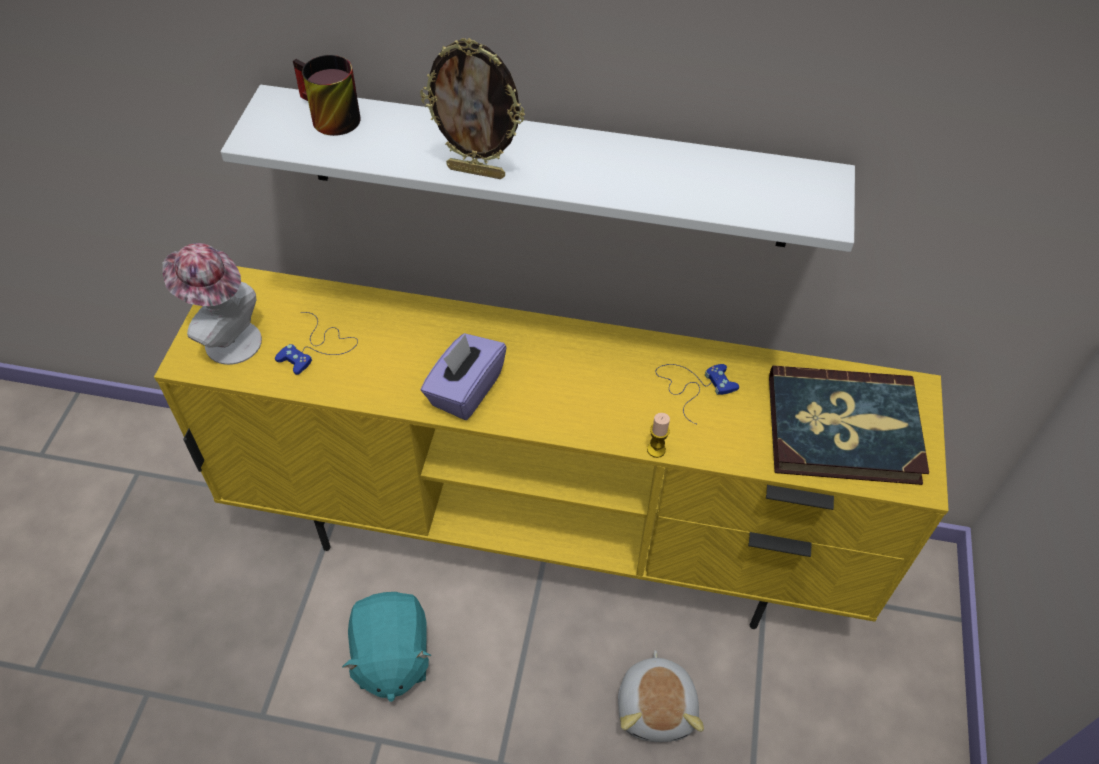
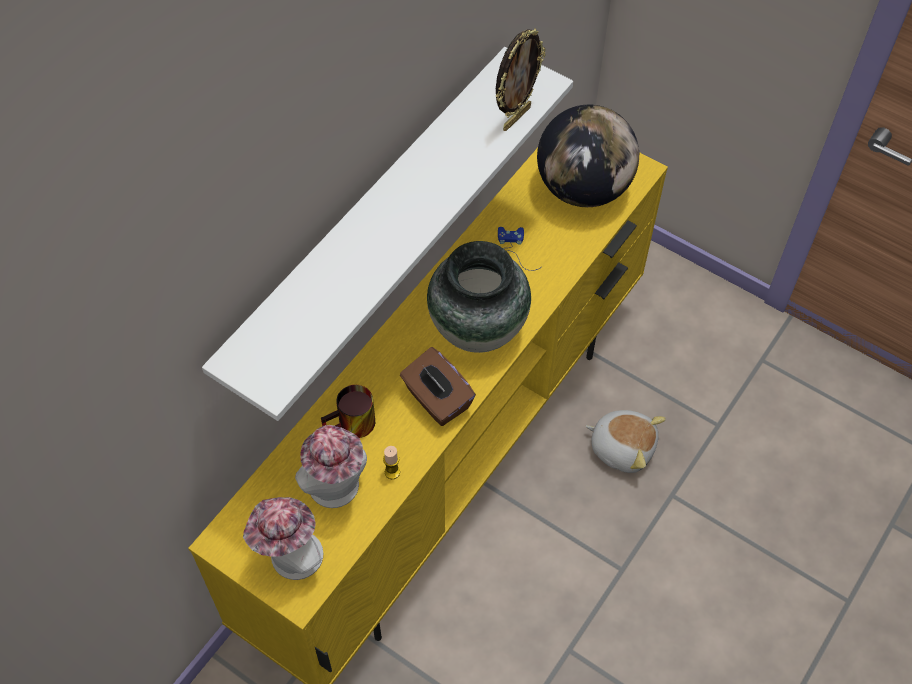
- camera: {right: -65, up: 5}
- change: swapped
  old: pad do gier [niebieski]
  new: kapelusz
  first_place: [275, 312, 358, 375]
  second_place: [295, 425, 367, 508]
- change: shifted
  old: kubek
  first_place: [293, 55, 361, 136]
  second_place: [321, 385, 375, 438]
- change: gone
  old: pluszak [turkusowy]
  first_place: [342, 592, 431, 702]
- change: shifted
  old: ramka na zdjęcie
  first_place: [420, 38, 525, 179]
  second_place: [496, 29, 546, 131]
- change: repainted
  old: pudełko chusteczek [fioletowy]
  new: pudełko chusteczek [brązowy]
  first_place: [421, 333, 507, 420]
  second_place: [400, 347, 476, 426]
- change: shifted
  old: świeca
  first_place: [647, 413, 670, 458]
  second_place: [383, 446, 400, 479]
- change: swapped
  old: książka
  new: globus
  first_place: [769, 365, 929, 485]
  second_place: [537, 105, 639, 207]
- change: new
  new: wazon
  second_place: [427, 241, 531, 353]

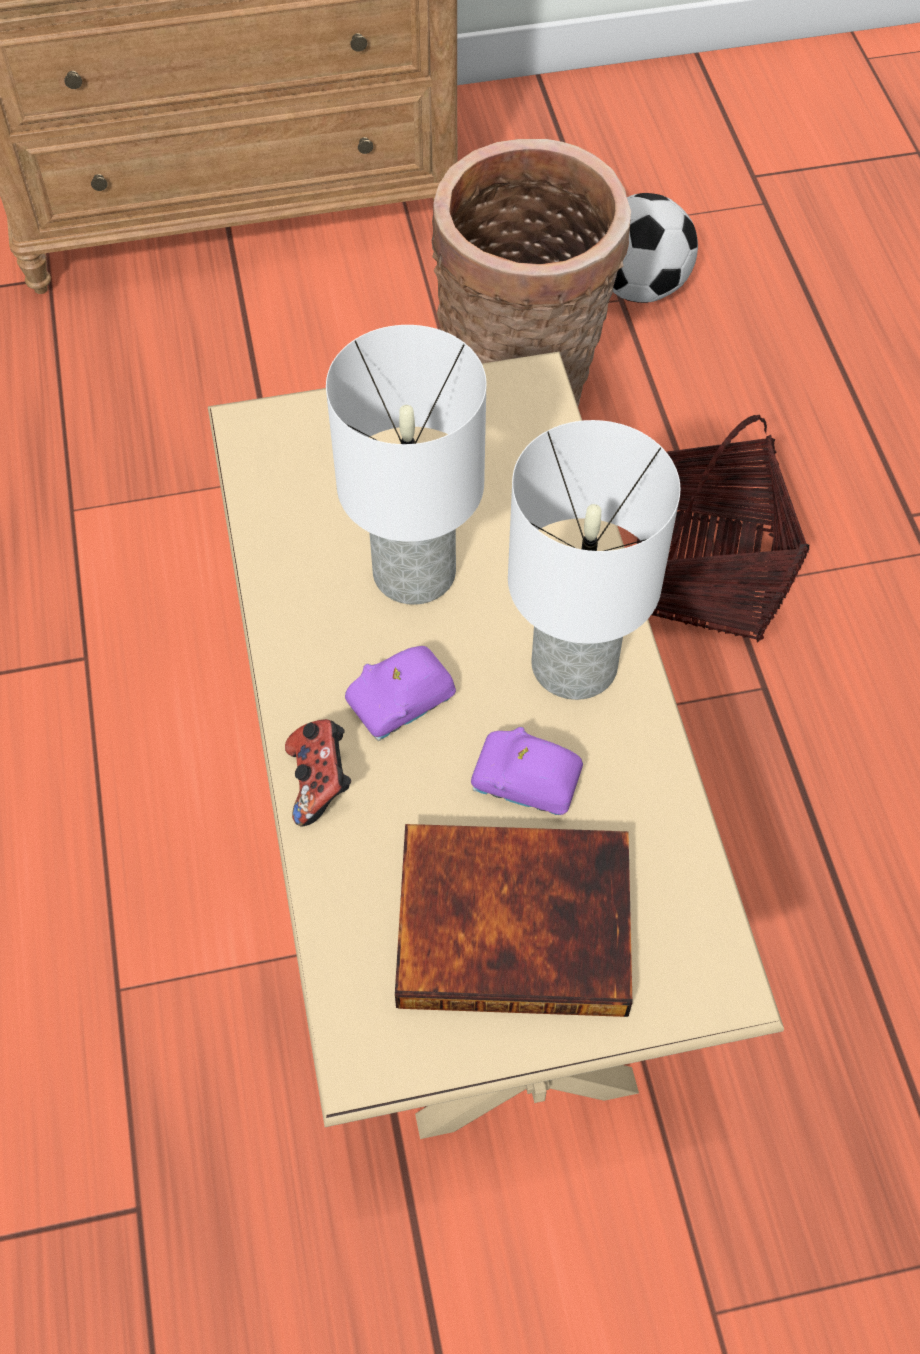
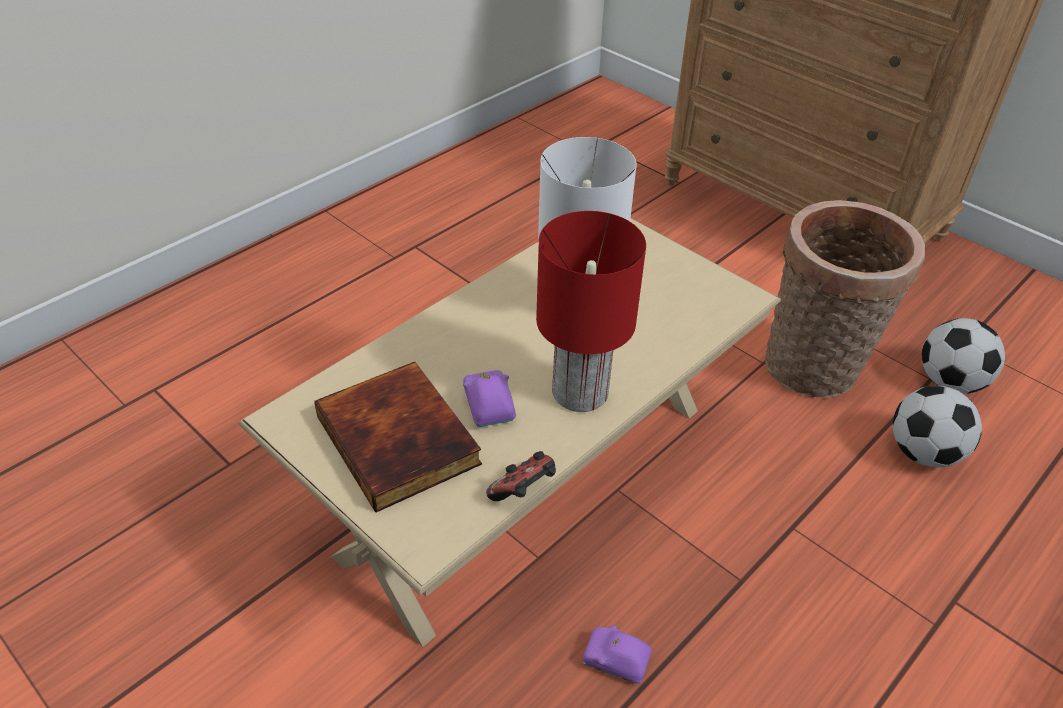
- camera: {right: 55, up: -15}
- change: shifted
  old: pad do gier
  first_place: [285, 719, 351, 826]
  second_place: [486, 451, 556, 501]
- change: shifted
  old: samochodzik [fioletowy]
  first_place: [345, 646, 456, 741]
  second_place: [583, 625, 652, 683]
- change: repainted
  old: lampa stołowa [biały]
  new: lampa stołowa [czerwony]
  first_place: [508, 420, 680, 700]
  second_place: [536, 211, 646, 412]
- change: gone
  old: koszyk
  first_place: [637, 415, 809, 642]
- change: new
  new: piłka futbolowa
  second_place: [893, 386, 982, 468]

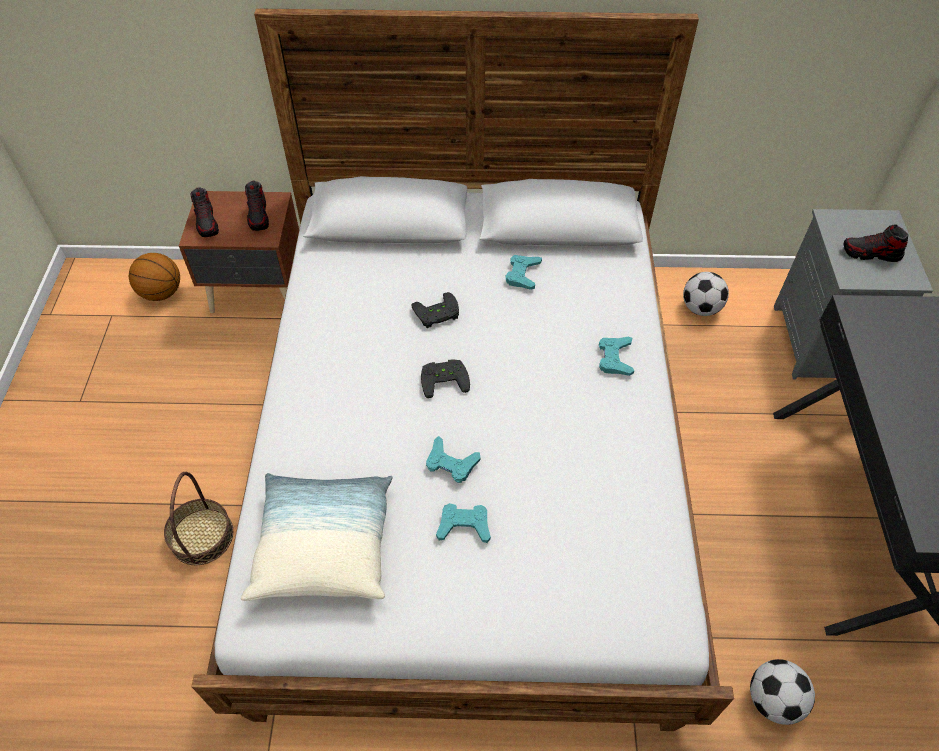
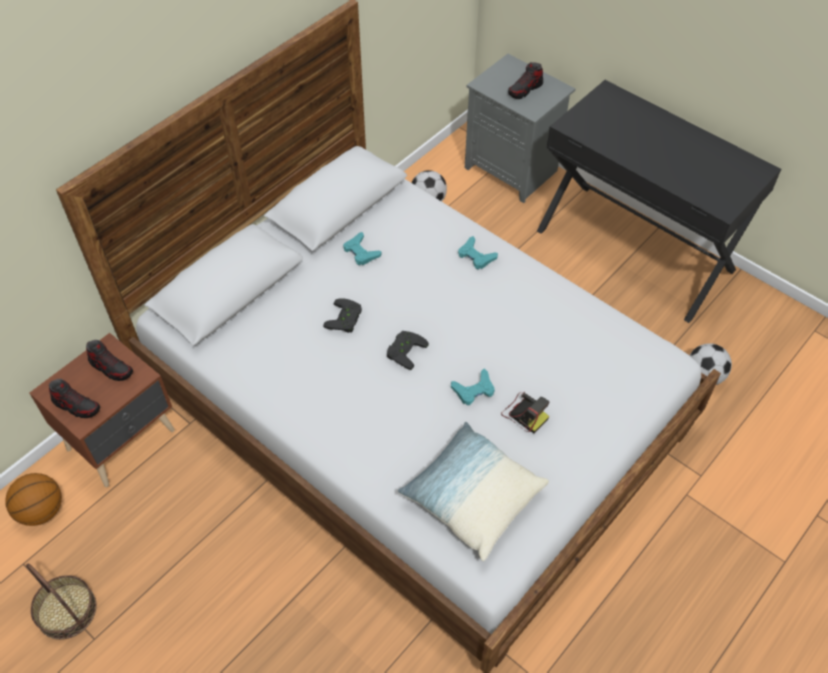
- camera: {right: -50, up: 0}
- change: shifted
  old: koszyk
  first_place: [164, 472, 233, 565]
  second_place: [26, 564, 96, 640]
- change: swapped
  old: pad do gier [turkusowy]
  new: aparat fotograficzny
  first_place: [436, 503, 491, 543]
  second_place: [501, 392, 550, 433]

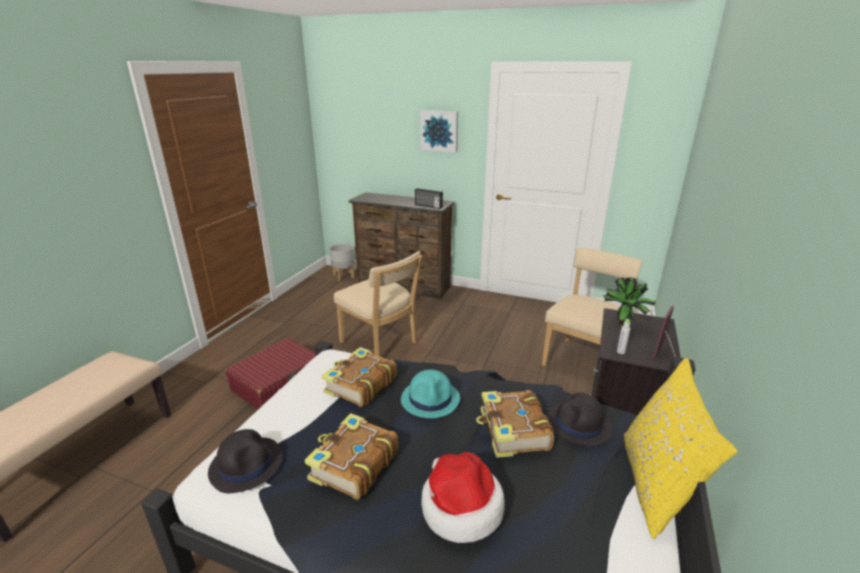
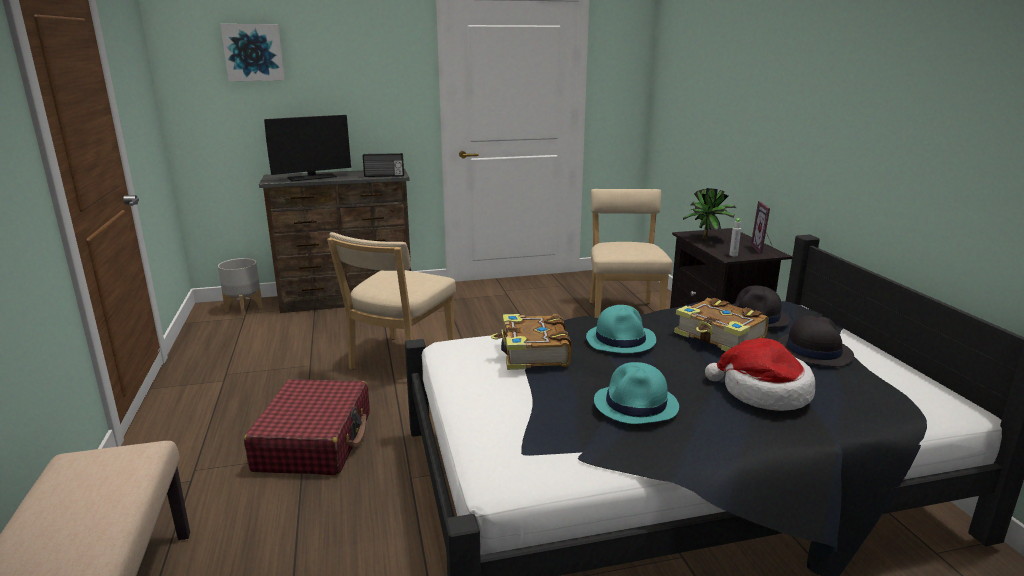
- camera: {right: -35, up: -5}
- change: shifted
  old: kapelusz [czarny]
  first_place: [208, 429, 282, 493]
  second_place: [777, 315, 854, 367]
- change: swapped
  old: książka
  new: kapelusz [turkusowy]
  first_place: [305, 413, 398, 500]
  second_place: [594, 362, 679, 424]
- change: rotated
  old: krzesło [beżowy]
  first_place: [334, 251, 422, 356]
  second_place: [327, 232, 456, 370]
  degrees: 105
- change: shifted
  old: obraz
  first_place: [420, 110, 458, 152]
  second_place: [220, 24, 285, 81]
- change: gone
  old: poduszka [żółty]
  first_place: [624, 358, 737, 539]
- change: new
  new: monitor
  second_place: [264, 115, 351, 182]

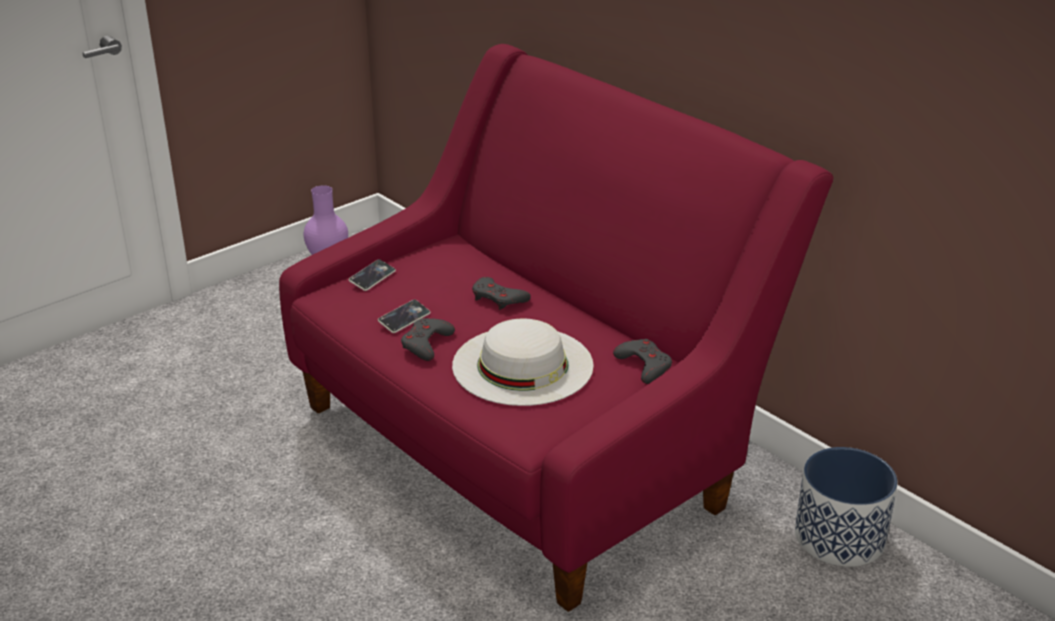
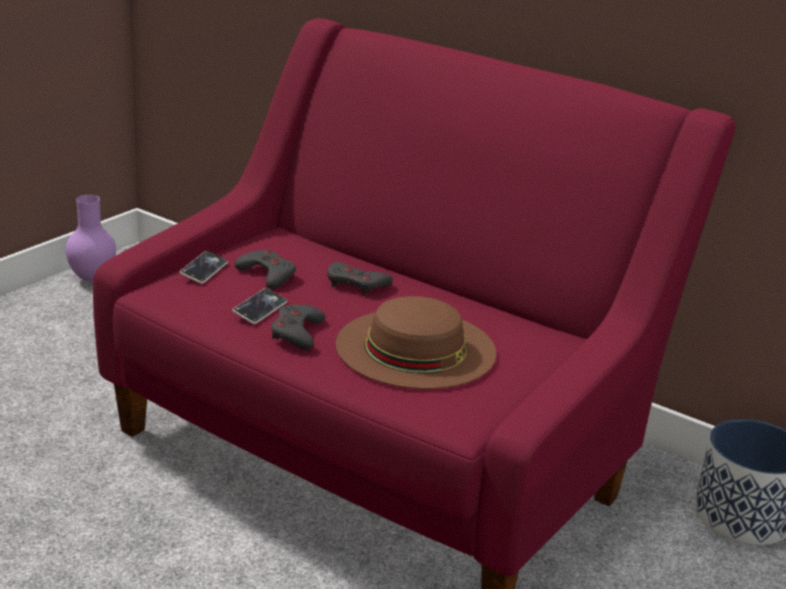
- camera: {right: -15, up: -5}
- change: repainted
  old: kapelusz [biały]
  new: kapelusz [brązowy]
  first_place: [452, 319, 594, 406]
  second_place: [336, 296, 496, 389]
- change: shifted
  old: pad do gier [szary]
  first_place: [613, 339, 672, 384]
  second_place: [234, 249, 296, 289]

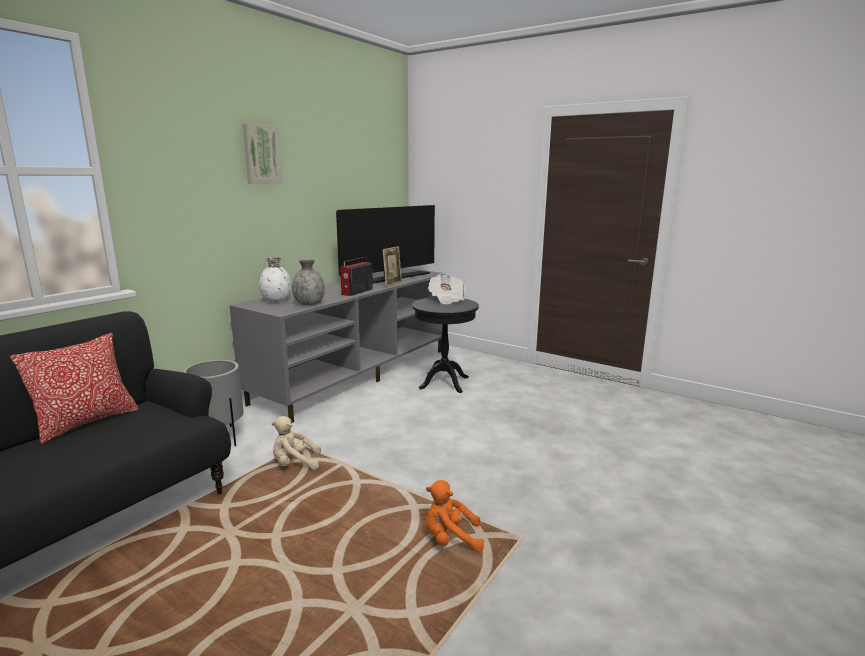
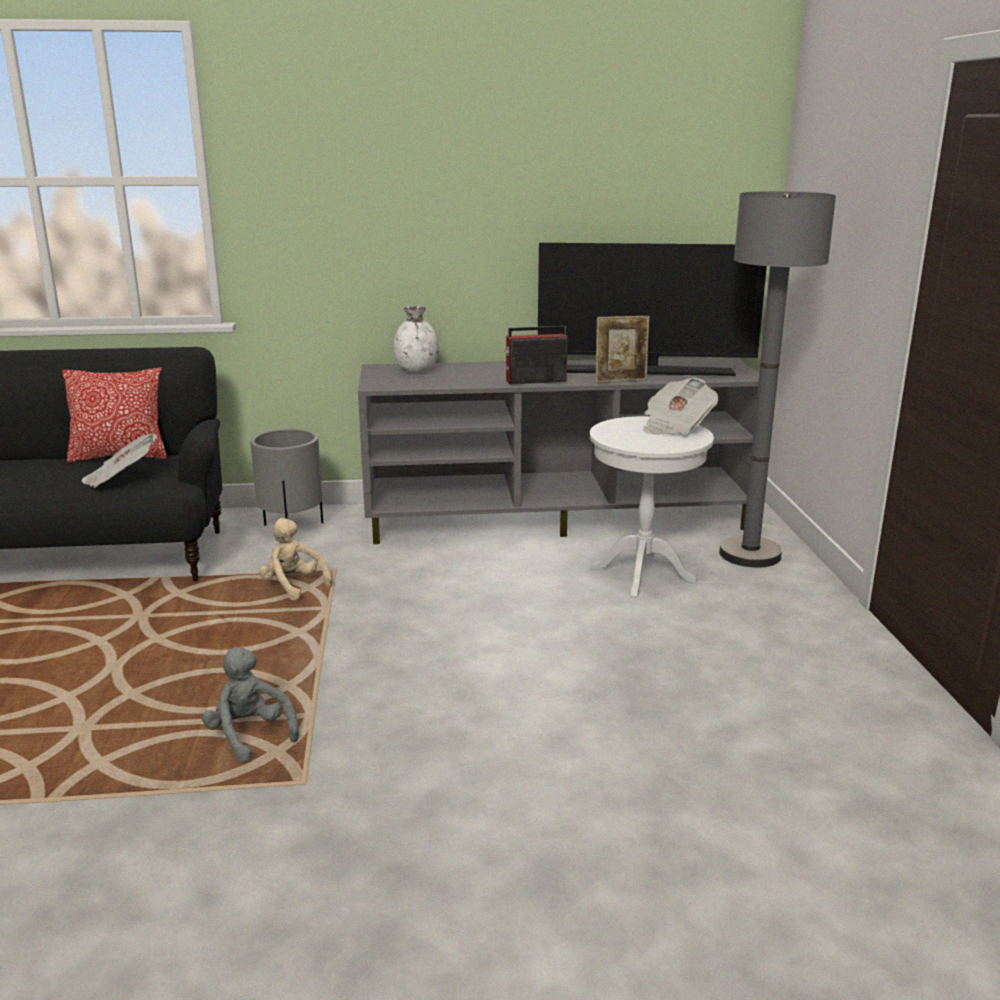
- camera: {right: 50, up: 5}
- change: gone
  old: obraz
  first_place: [243, 123, 282, 184]
- change: gone
  old: wazon [szary]
  first_place: [292, 259, 325, 305]
- change: repainted
  old: stolik [czarny]
  new: stolik [biały]
  first_place: [412, 297, 479, 393]
  second_place: [590, 416, 714, 598]
- change: repainted
  old: pluszak [pomarańczowy]
  new: pluszak [szary]
  first_place: [426, 480, 484, 552]
  second_place: [202, 647, 299, 763]
- change: new
  new: gazeta
  second_place: [82, 434, 157, 488]
- change: new
  new: lampa stojąca [szary]
  second_place: [719, 191, 836, 567]

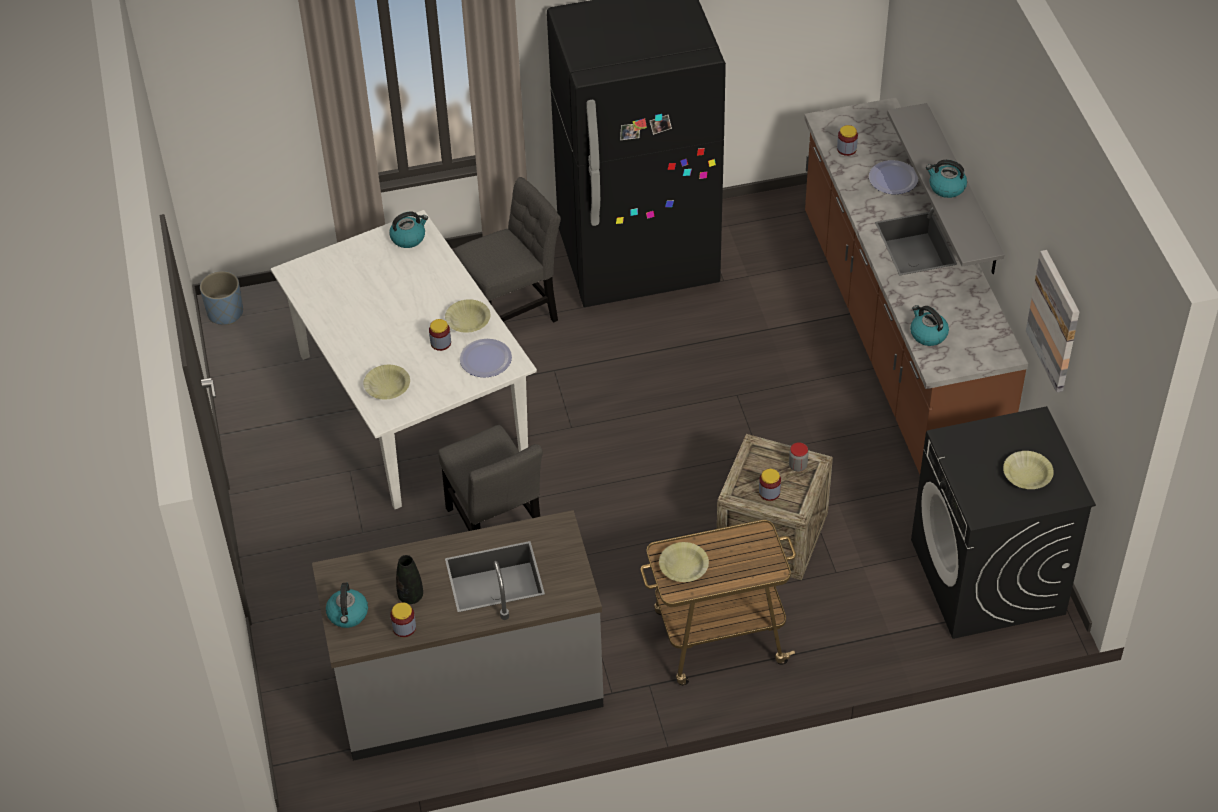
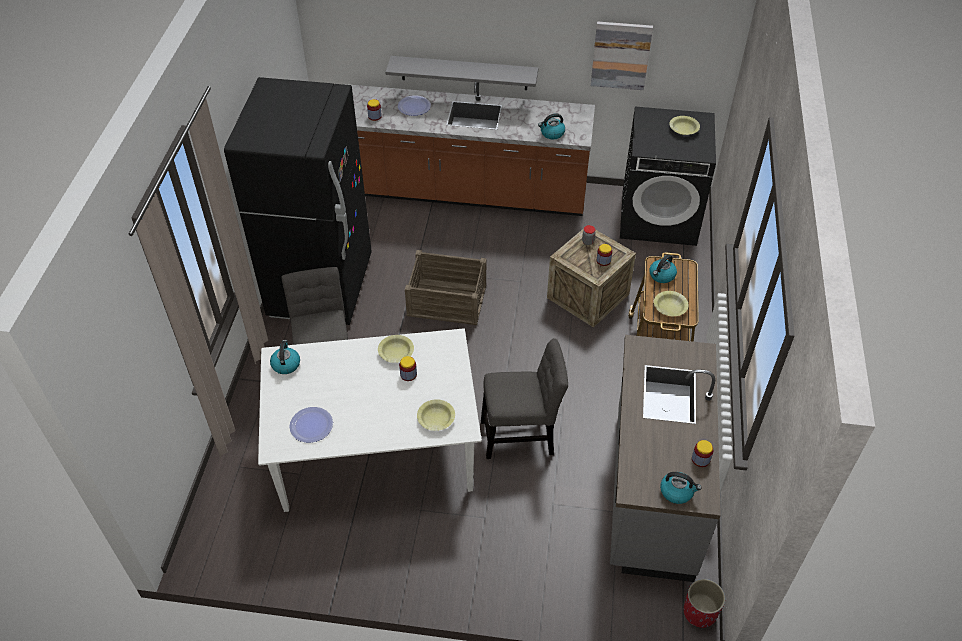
- camera: {right: -70, up: 0}
- change: gone
  old: donica [niebieski]
  first_place: [200, 271, 243, 325]
- change: gone
  old: wazon [czarny]
  first_place: [396, 555, 423, 604]
- change: shifted
  old: talerz
  first_place: [460, 339, 512, 378]
  second_place: [290, 407, 333, 443]
- change: shifted
  old: czajnik
  first_place: [926, 160, 967, 198]
  second_place: [649, 254, 677, 283]
- change: new
  new: skrzynka
  second_place: [405, 250, 486, 325]
- change: new
  new: donica [czerwony]
  second_place: [684, 579, 725, 628]

